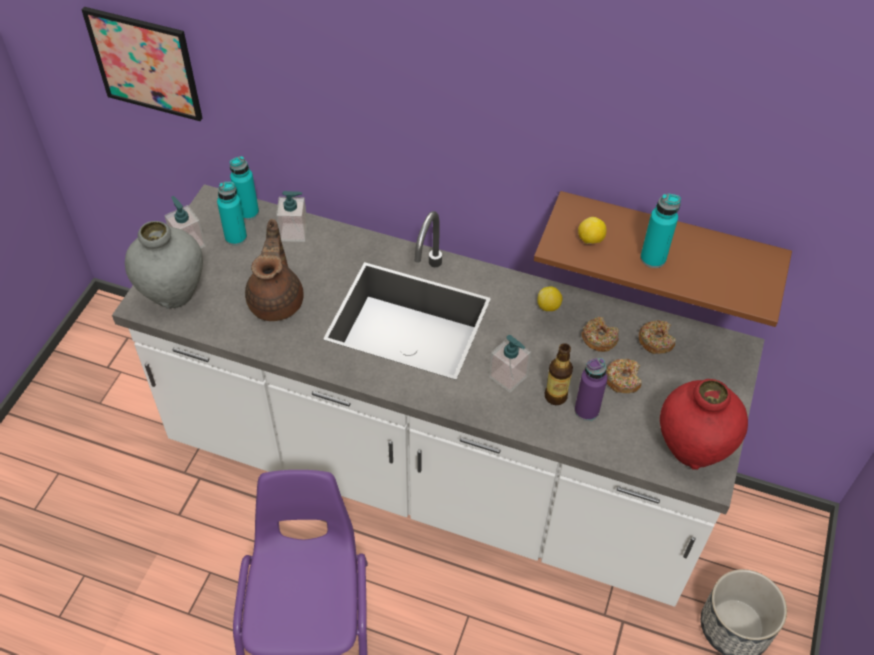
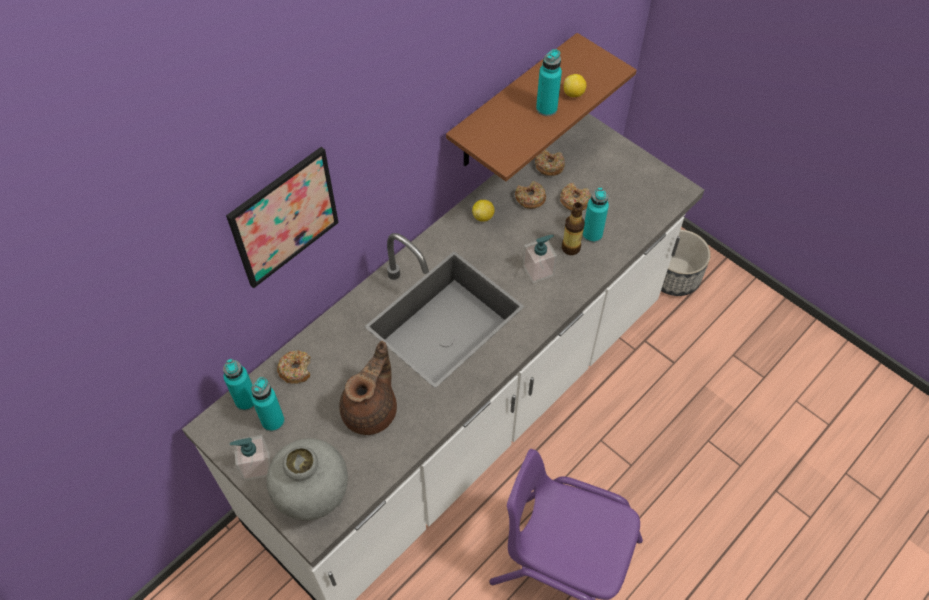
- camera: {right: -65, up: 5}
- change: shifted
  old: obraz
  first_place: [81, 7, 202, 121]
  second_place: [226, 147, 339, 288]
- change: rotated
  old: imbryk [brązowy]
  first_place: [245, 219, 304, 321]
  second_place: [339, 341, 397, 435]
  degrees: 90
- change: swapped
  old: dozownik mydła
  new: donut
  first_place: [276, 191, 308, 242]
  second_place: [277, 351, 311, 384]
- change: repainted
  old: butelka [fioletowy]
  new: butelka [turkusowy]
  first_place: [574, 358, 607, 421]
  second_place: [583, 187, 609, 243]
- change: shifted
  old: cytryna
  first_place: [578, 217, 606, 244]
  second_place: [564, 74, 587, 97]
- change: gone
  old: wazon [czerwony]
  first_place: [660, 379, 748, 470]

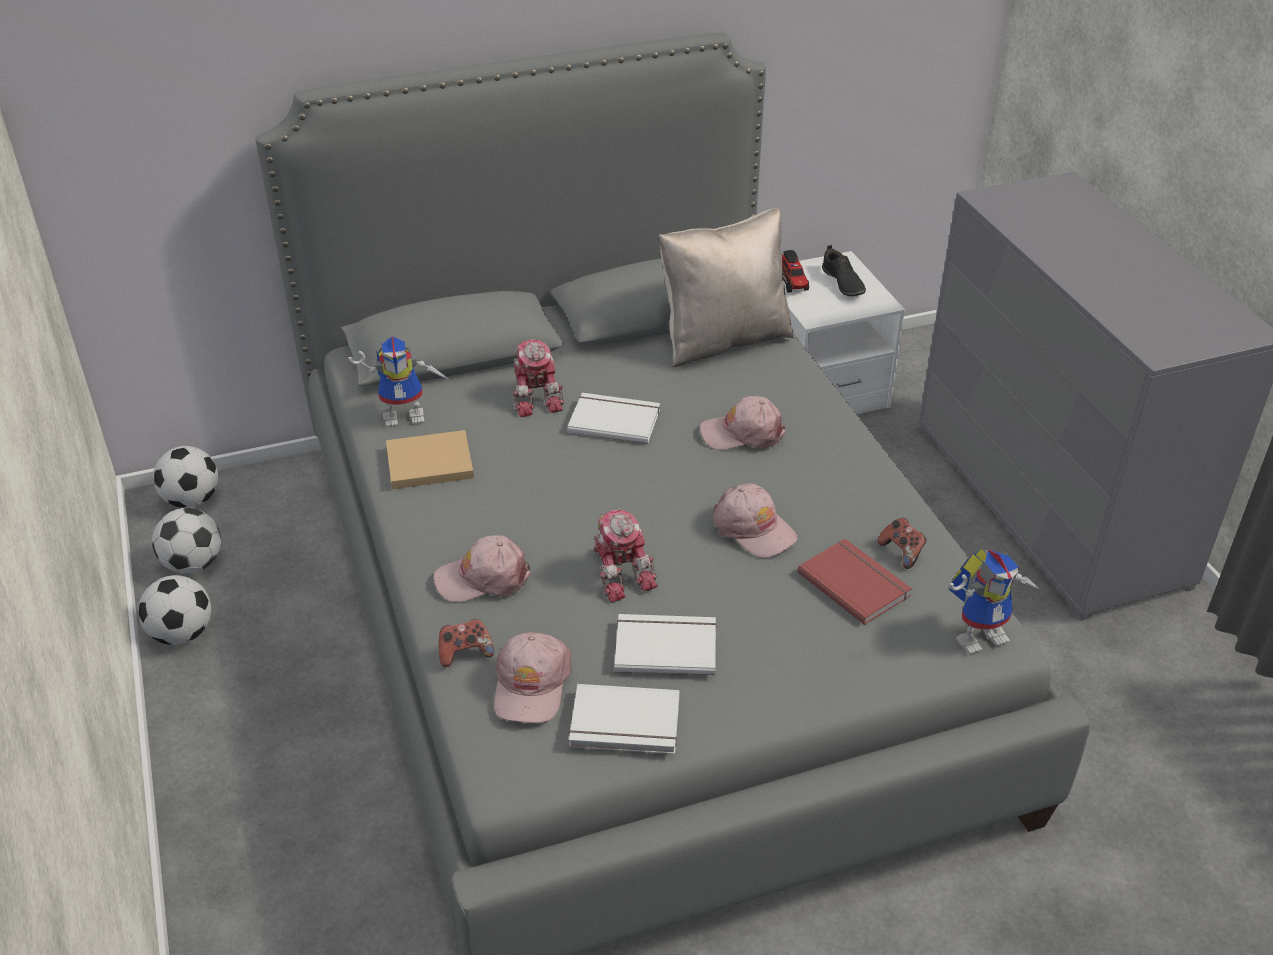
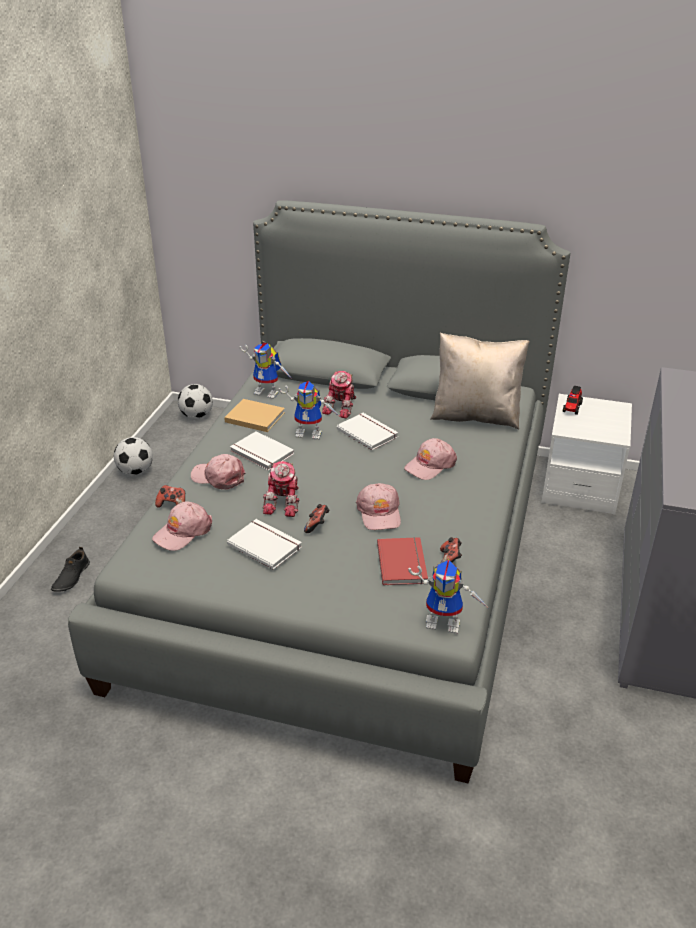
- camera: {right: 35, up: -5}
- change: gone
  old: piłka futbolowa
  first_place: [152, 508, 221, 574]
- change: shifted
  old: książka [biały]
  first_place: [569, 684, 680, 754]
  second_place: [230, 431, 294, 471]
- change: rotated
  old: czapka z daszkiem [różowy]
  first_place: [700, 396, 786, 450]
  second_place: [404, 438, 457, 480]
  degrees: -75
- change: shifted
  old: but [czarny]
  first_place: [822, 245, 866, 296]
  second_place: [51, 547, 90, 592]
- change: new
  new: robot zabawkowy
  second_place: [279, 381, 339, 440]
- change: new
  new: pad do gier
  second_place: [304, 504, 329, 533]

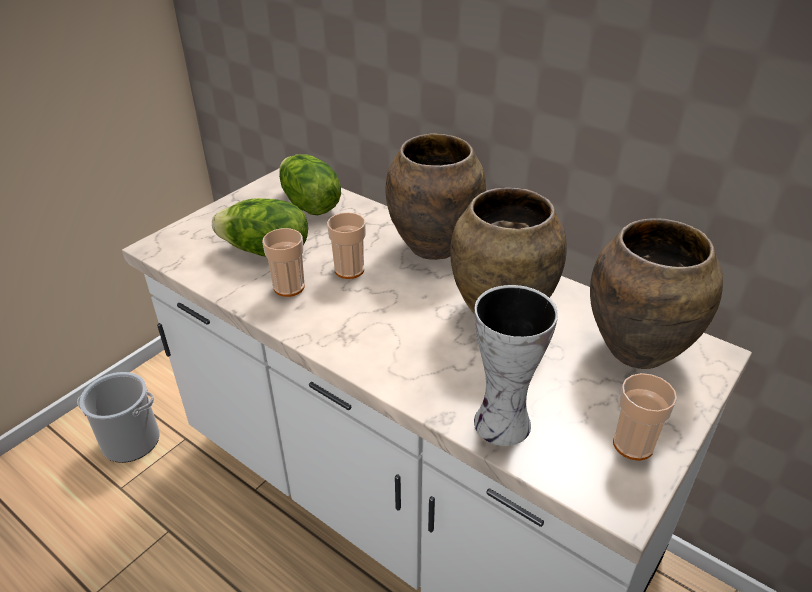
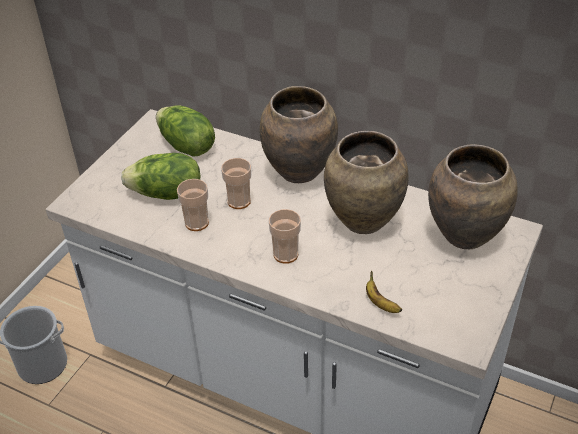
- camera: {right: -10, up: 5}
- change: swapped
  old: wazon
  new: banan
  first_place: [474, 285, 558, 446]
  second_place: [366, 271, 402, 313]
- change: shifted
  old: filiżanka
  first_place: [613, 373, 677, 461]
  second_place: [269, 209, 301, 264]

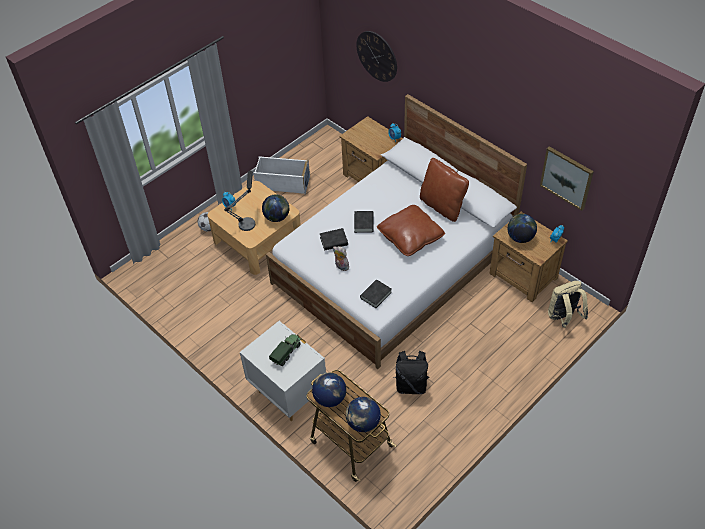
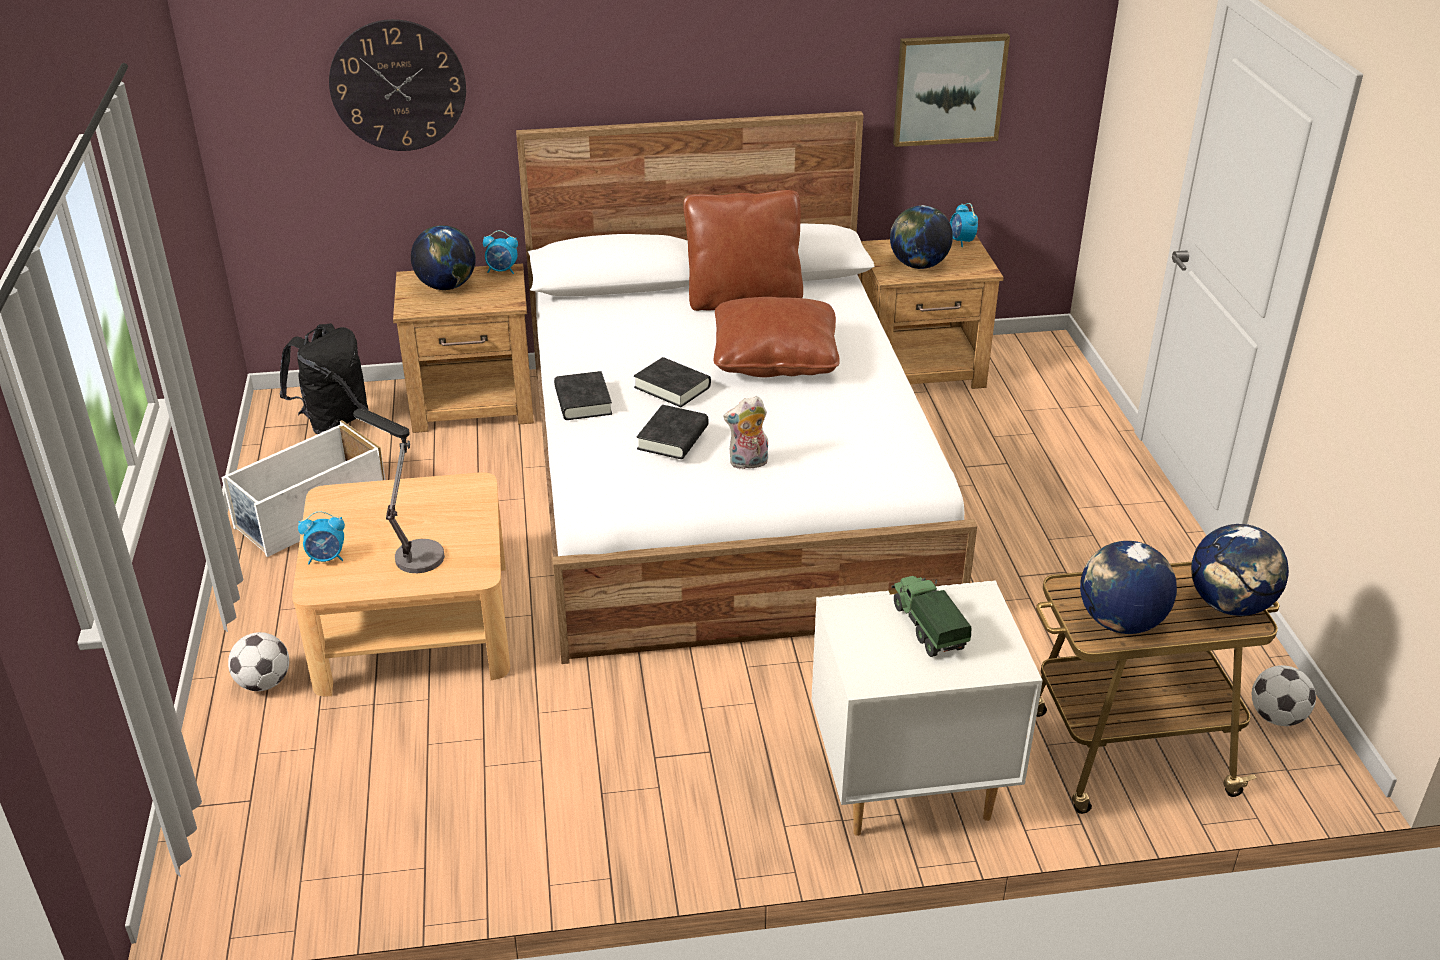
- camera: {right: -55, up: -15}
- change: shifted
  old: globus
  first_place: [262, 194, 289, 222]
  second_place: [411, 225, 476, 290]
- change: shifted
  old: książka [czarny]
  first_place: [360, 280, 392, 308]
  second_place: [554, 371, 612, 420]
- change: shifted
  old: plecak [czarny]
  first_place: [394, 351, 430, 394]
  second_place: [279, 323, 369, 434]
- change: gone
  old: plecak [beżowy]
  first_place: [548, 281, 588, 328]
- change: new
  new: piłka futbolowa
  second_place: [1252, 665, 1316, 726]

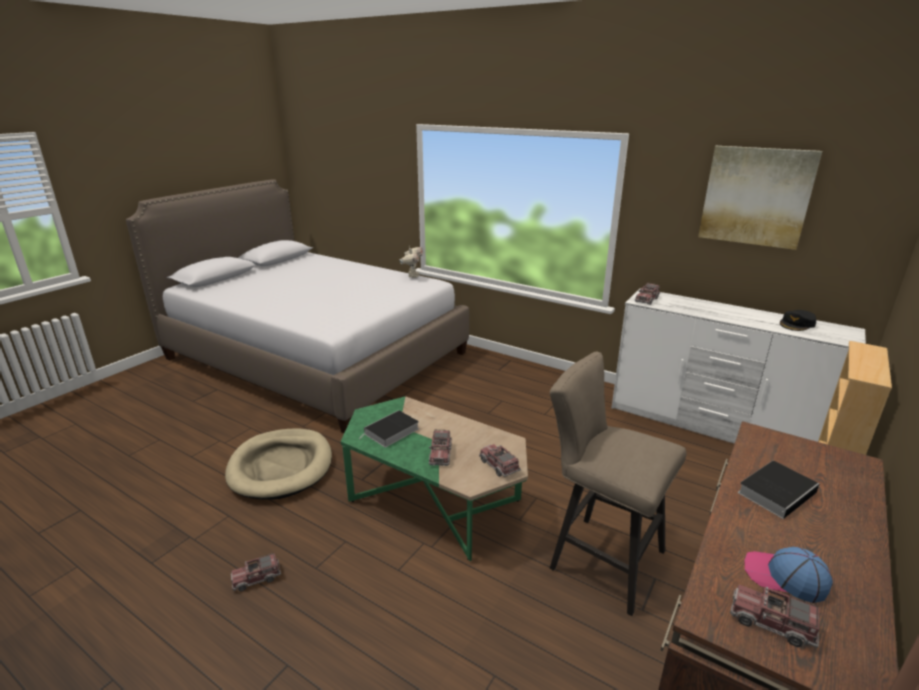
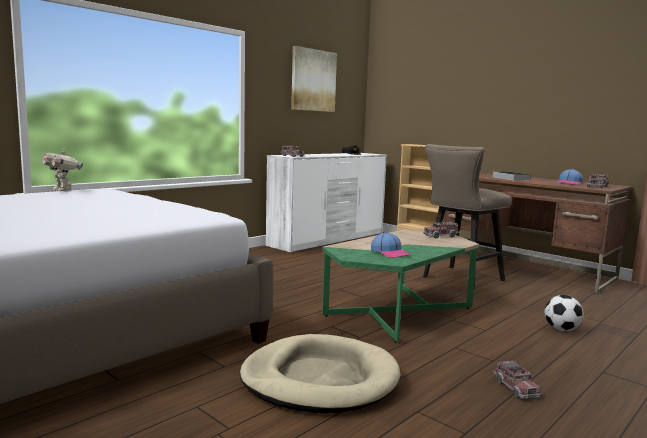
- camera: {right: -80, up: -15}
- change: swapped
  old: książka
  new: czapka z daszkiem
  first_place: [363, 410, 419, 447]
  second_place: [371, 232, 411, 258]
- change: rotated
  old: robot zabawkowy
  first_place: [399, 245, 423, 278]
  second_place: [42, 147, 83, 191]
  degrees: -150
- change: gone
  old: ciężarówka zabawkowa
  first_place: [429, 430, 452, 466]
- change: new
  new: piłka futbolowa
  second_place: [545, 295, 584, 331]

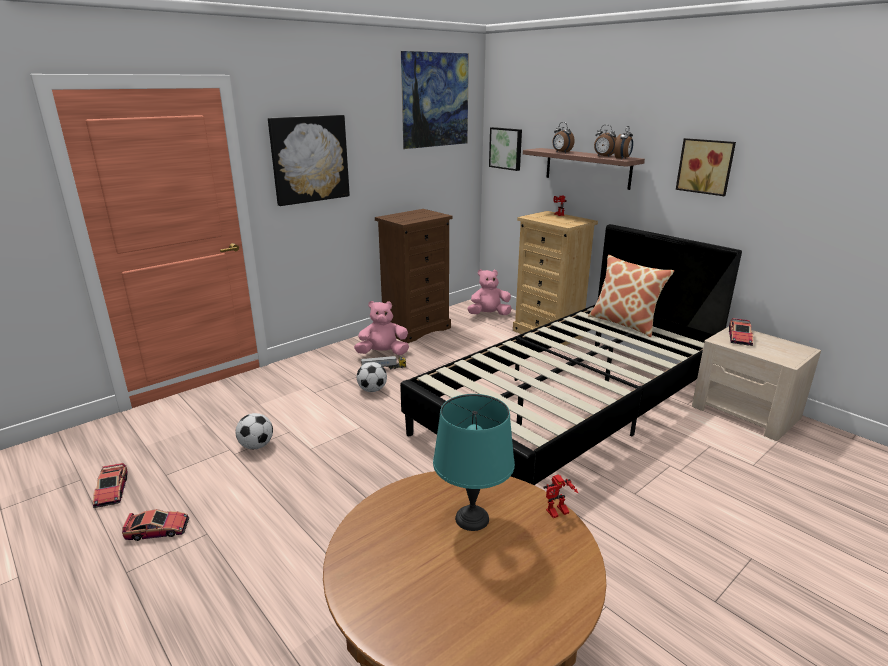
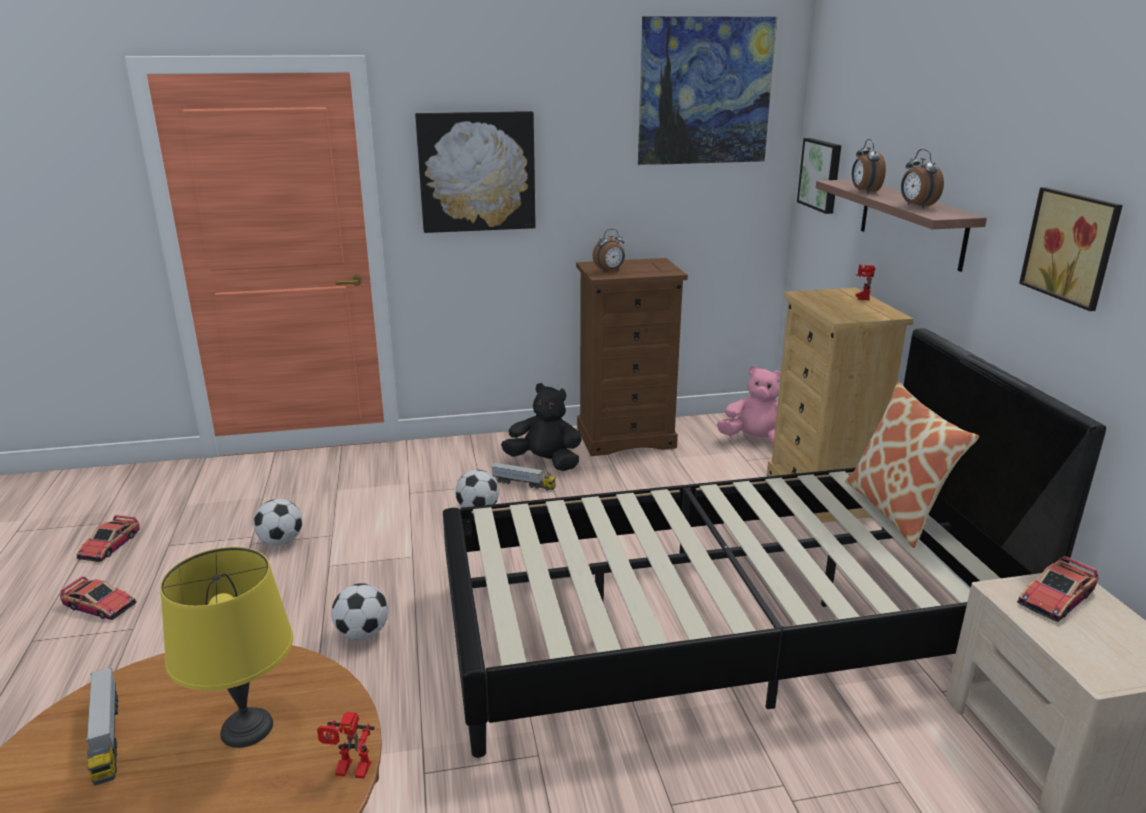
- camera: {right: 30, up: 0}
- change: repainted
  old: pluszak [różowy]
  new: pluszak [czarny]
  first_place: [354, 301, 409, 355]
  second_place: [501, 383, 582, 471]
- change: repainted
  old: lampa stołowa [turkusowy]
  new: lampa stołowa [żółty]
  first_place: [433, 394, 515, 531]
  second_place: [160, 547, 293, 748]
- change: shifted
  old: budzik
  first_place: [614, 126, 633, 160]
  second_place: [592, 229, 625, 272]
- change: new
  new: ciężarówka zabawkowa
  second_place: [86, 667, 118, 785]
- change: new
  new: piłka futbolowa
  second_place: [332, 583, 388, 640]

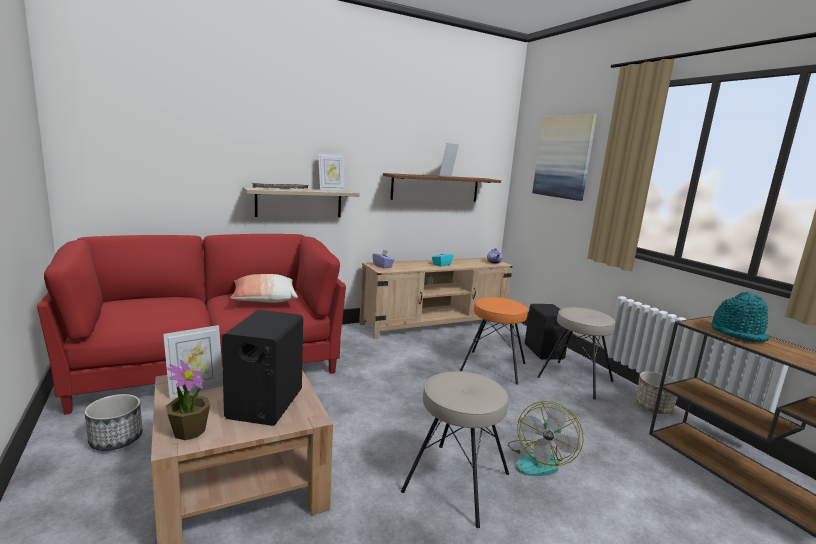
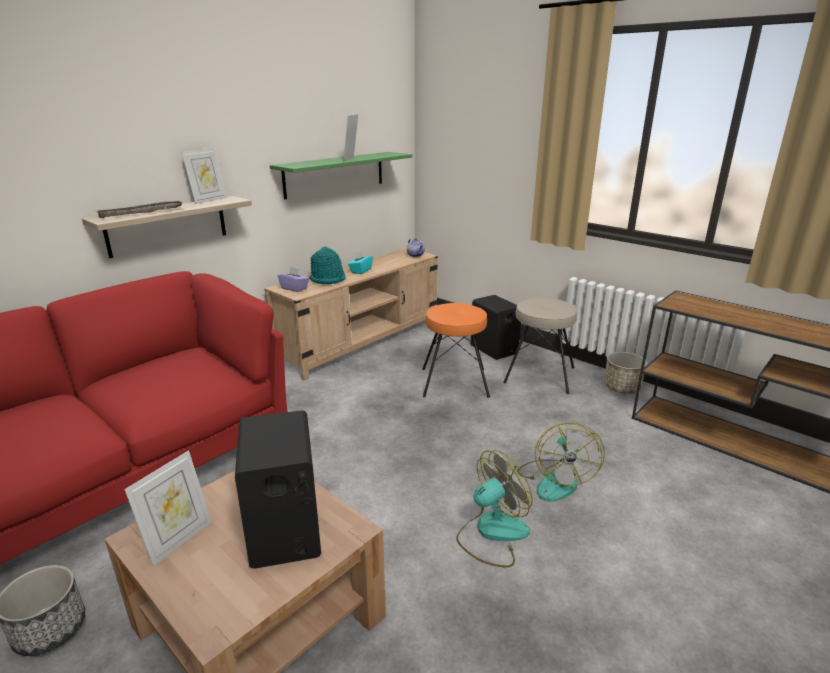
- camera: {right: -20, up: 10}
- change: gone
  old: roślina doniczkowa
  first_place: [166, 360, 210, 440]
- change: gone
  old: poduszka
  first_place: [230, 274, 298, 303]
- change: repainted
  old: półka [brązowy]
  new: półka [zielony]
  first_place: [383, 173, 501, 202]
  second_place: [270, 152, 412, 199]
- change: swapped
  old: stołek [beżowy]
  new: wentylator
  first_place: [401, 372, 509, 528]
  second_place: [456, 450, 533, 568]
- change: gone
  old: obraz
  first_place: [532, 114, 597, 201]
- change: shifted
  old: kapelusz [turkusowy]
  first_place: [712, 292, 770, 342]
  second_place: [309, 246, 346, 284]

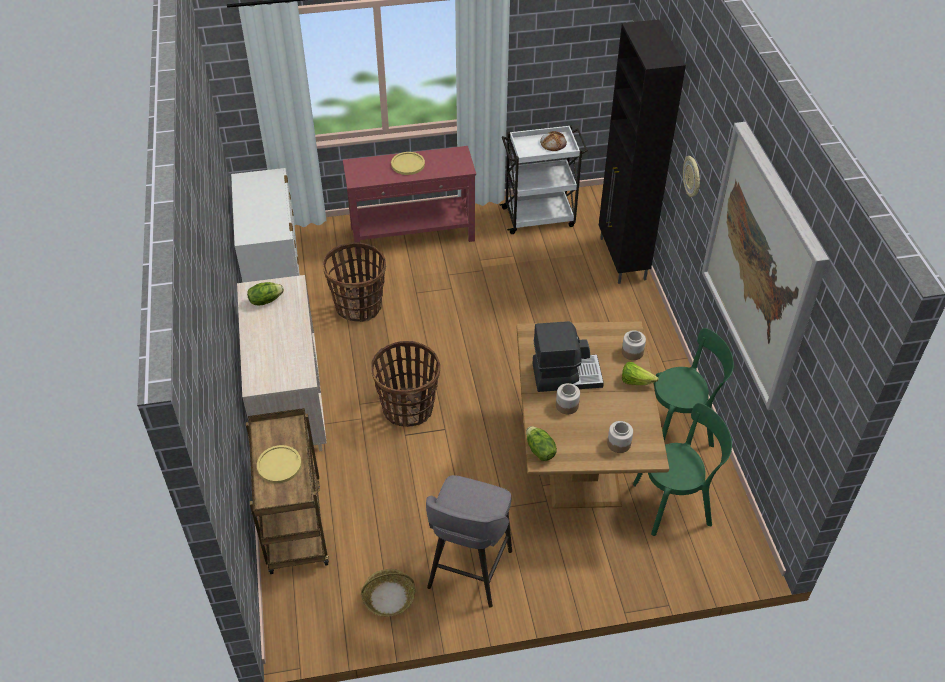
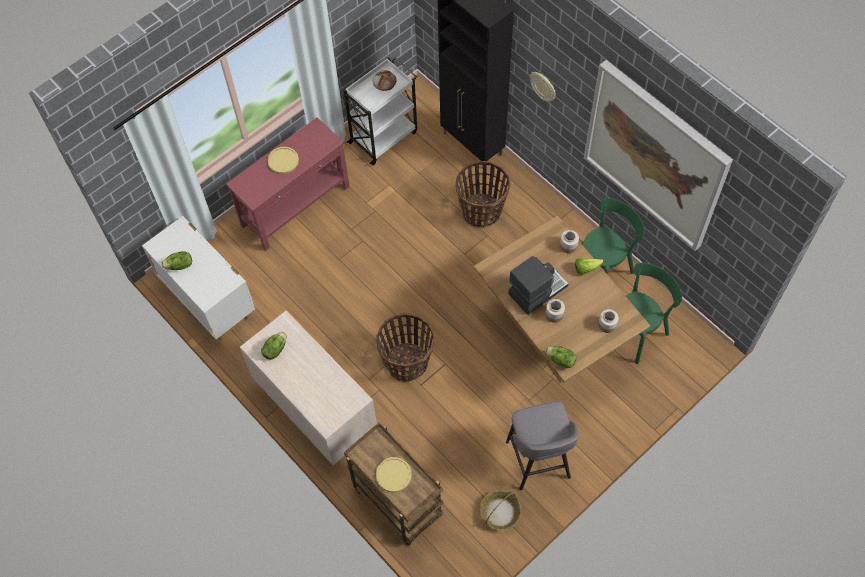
- camera: {right: -30, up: 15}
- change: shifted
  old: koszyk
  first_place: [323, 242, 386, 322]
  second_place: [456, 161, 510, 227]
- change: new
  new: sałata
  second_place: [161, 251, 192, 270]

